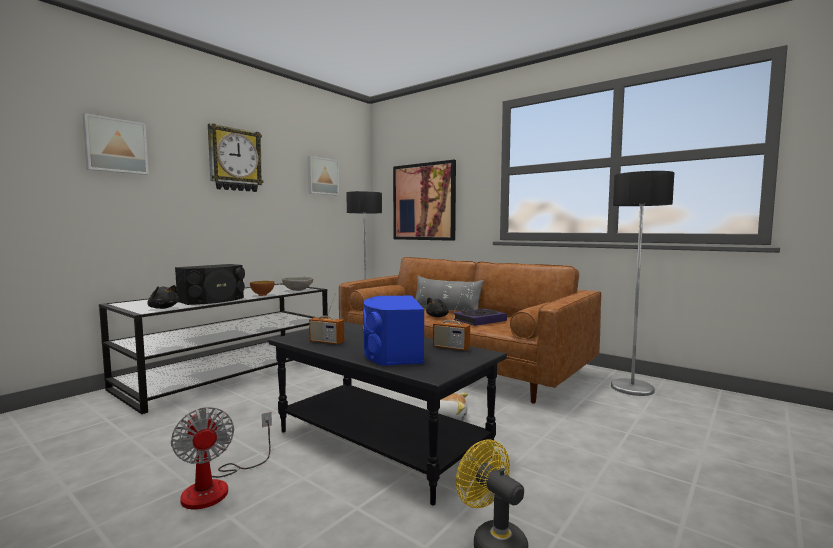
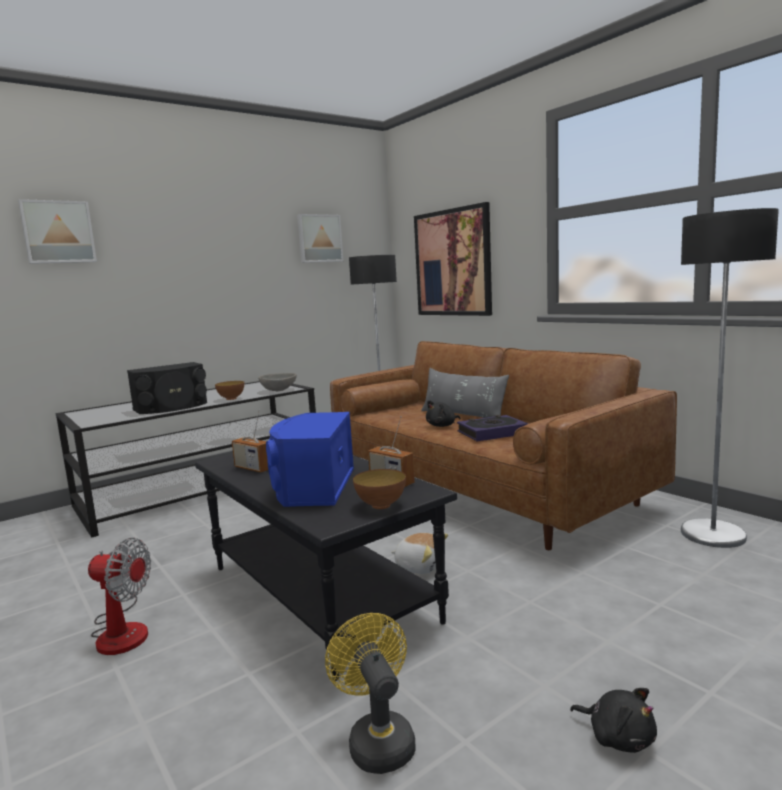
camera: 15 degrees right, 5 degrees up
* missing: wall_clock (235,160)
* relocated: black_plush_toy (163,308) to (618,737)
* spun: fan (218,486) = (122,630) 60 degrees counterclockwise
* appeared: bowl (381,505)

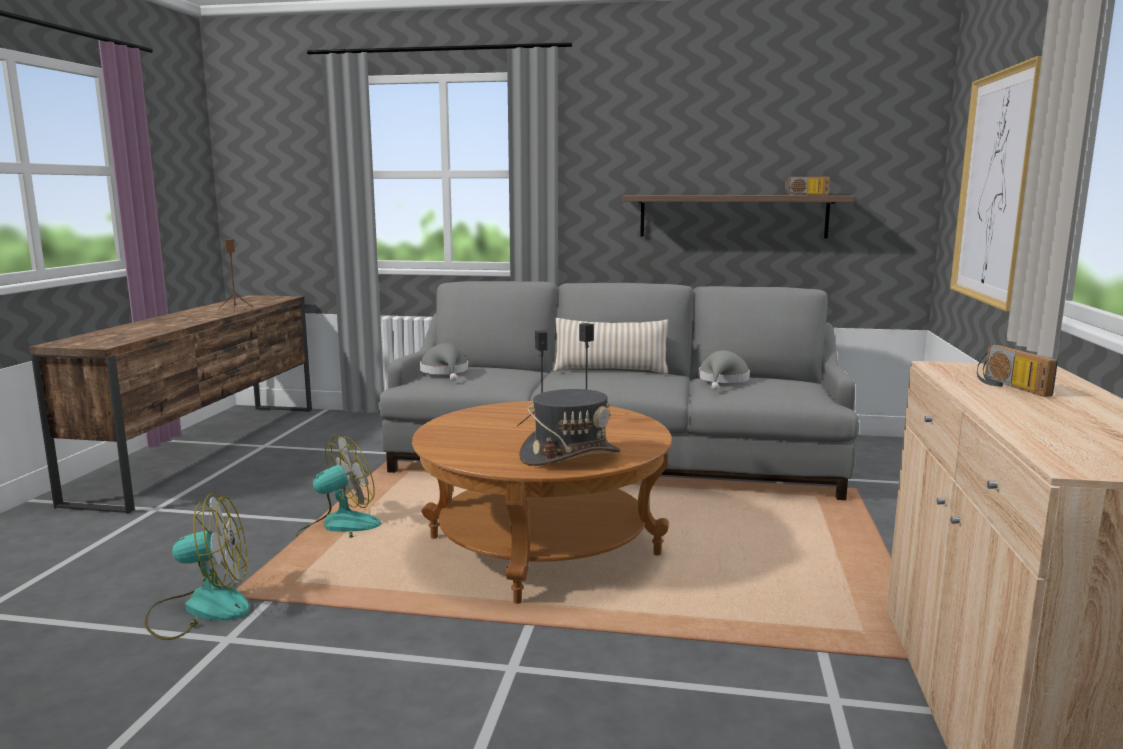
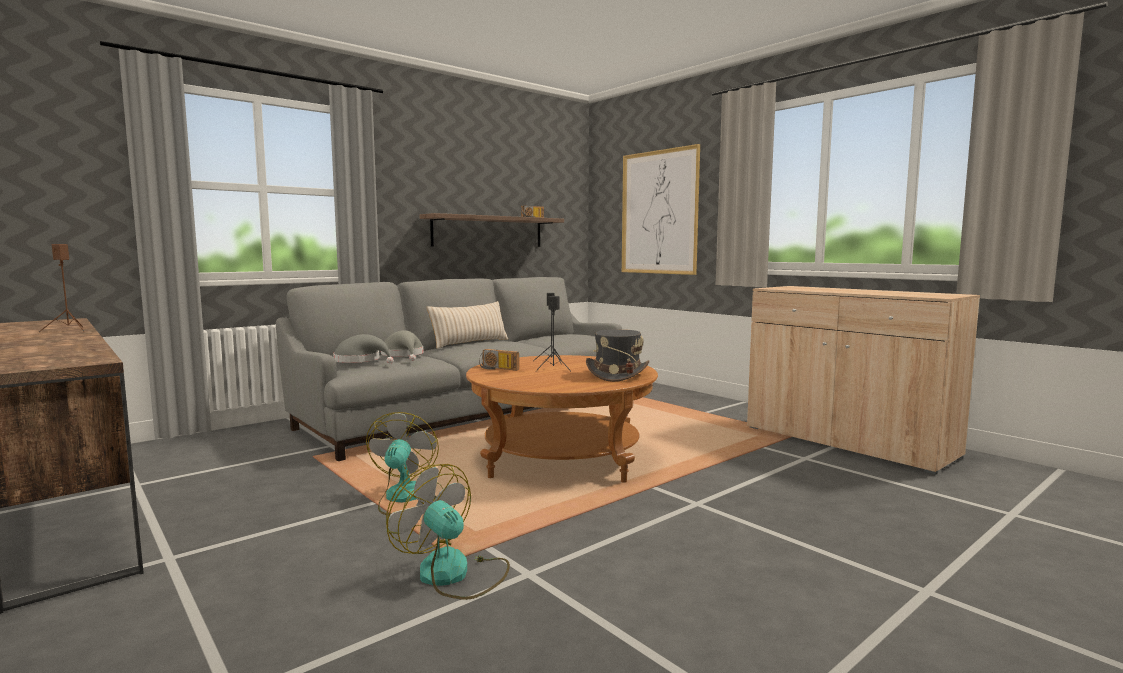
camera: 50 degrees left, 5 degrees down
* relocated: radio (1008,386) to (497,369)
* relocated: grey_hat (723,380) to (403,355)
* spun: fan (201,608) = (454,574) 75 degrees counterclockwise

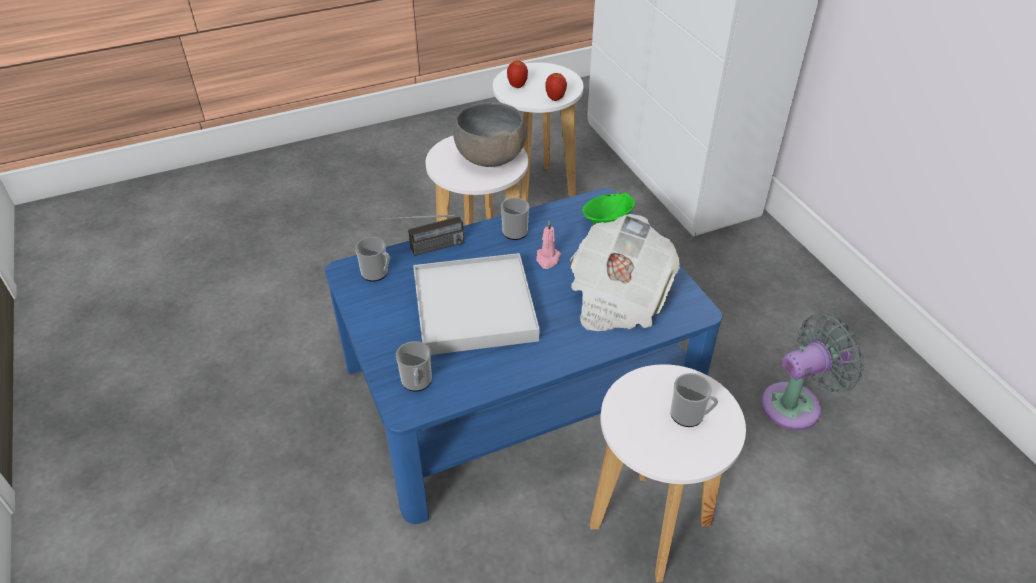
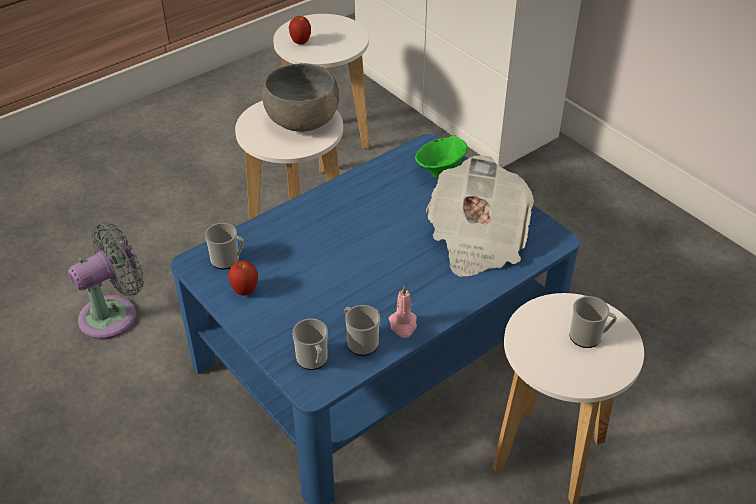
camera: 15 degrees left, 0 degrees up
* relocated: apple (555,98) to (245,291)
* relocated: mug (513,230) to (360,342)
* missing: radio (424,250)
* relocated: pink_candle (547,259) to (403,325)
* missing: white_tray (474,308)
* relocated: grey_fan (796,404) to (114,315)

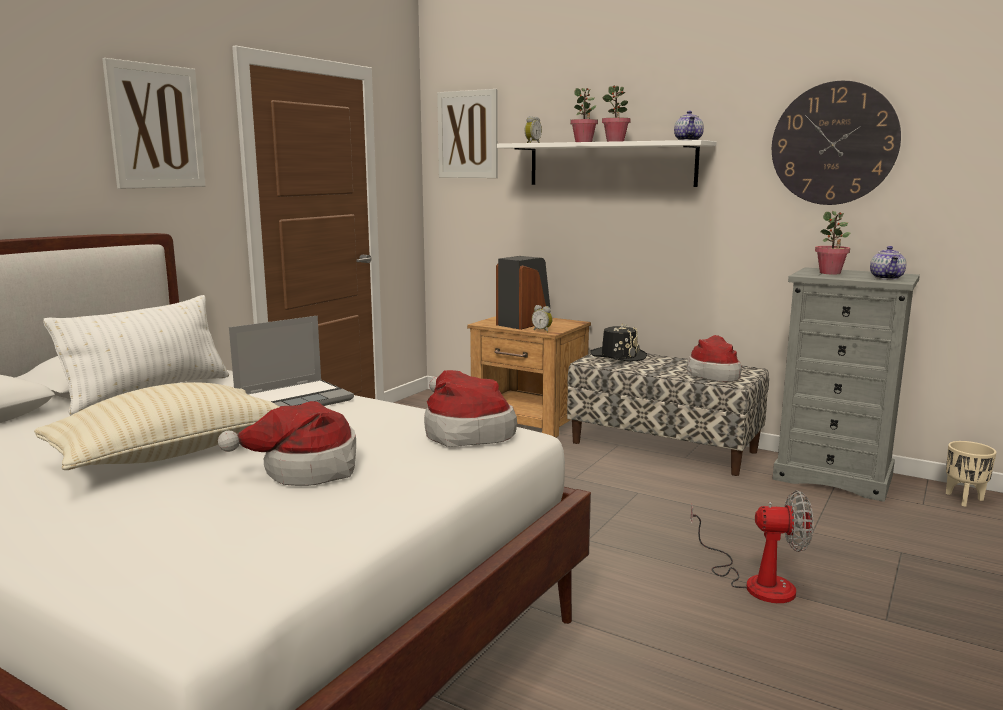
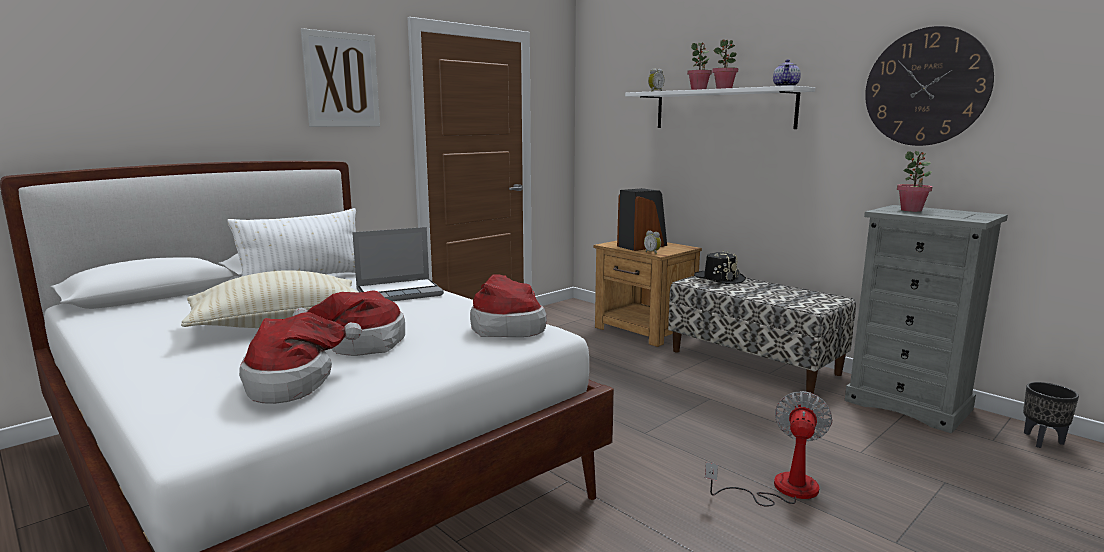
camera: 15 degrees right, 0 degrees up
* missing: picture (468,134)
* missing: teapot (887,278)
* relocated: hat (714,374) to (294,382)
* colour: beige_planter (964,499) to black_planter (1042,441)
* spun: fan (756,582) = (781,489) 90 degrees counterclockwise

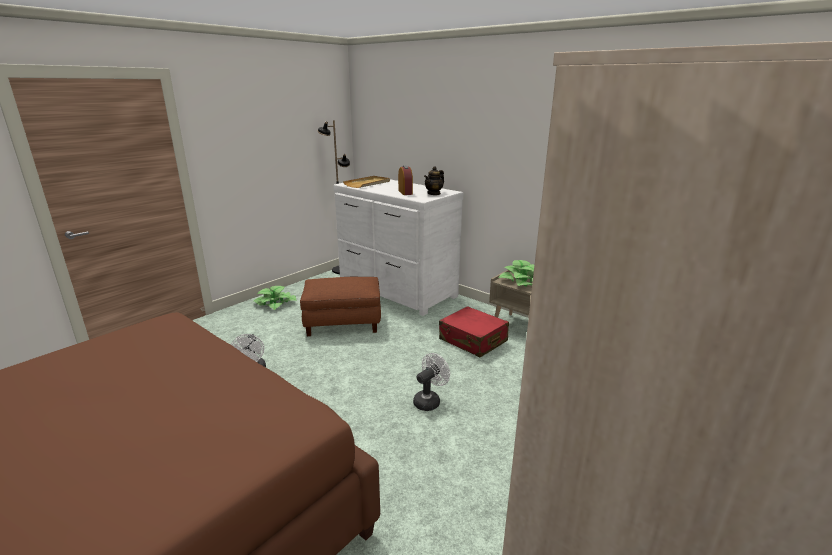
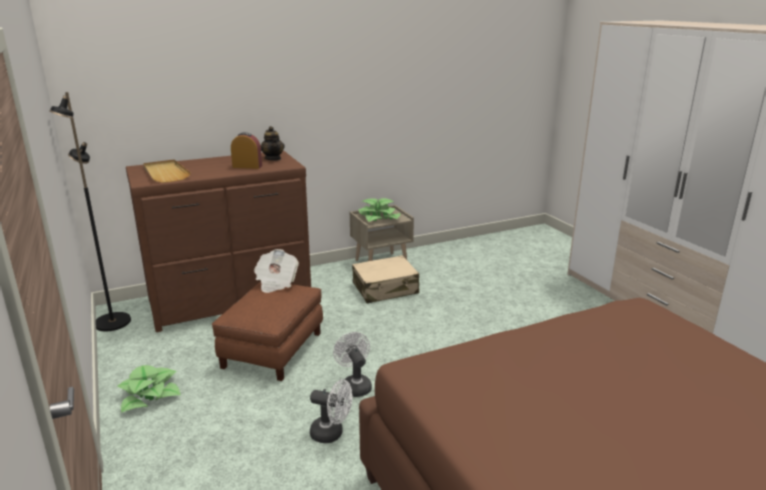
camera: 65 degrees left, 0 degrees up
* colour: white_dresser (396,290) to brown_dresser (231,300)
* colour: red_suitcase (473,340) to beige_suitcase (385,289)
* relocated: white_fan (429,400) to (355,385)
* appeared: newspaper (276,282)

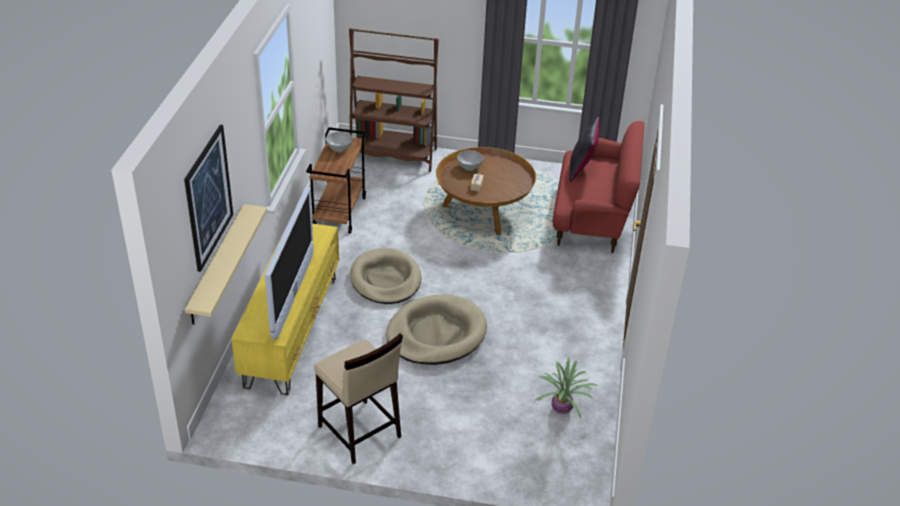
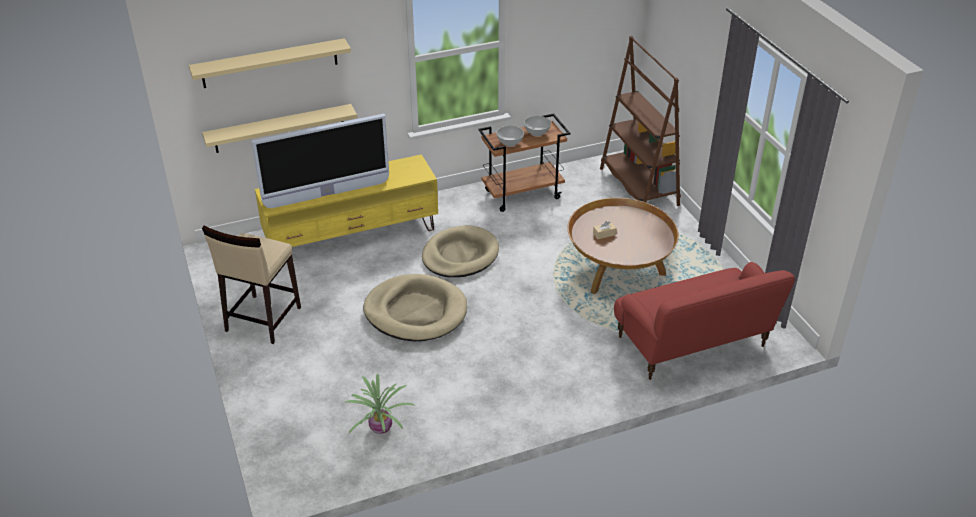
camera: 60 degrees right, 0 degrees up
* missing: black_pillow (581,168)
* exchanged: picture (208,197) to beige_shelf (270,63)
* relocated: white_bowl (469,167) to (509,143)

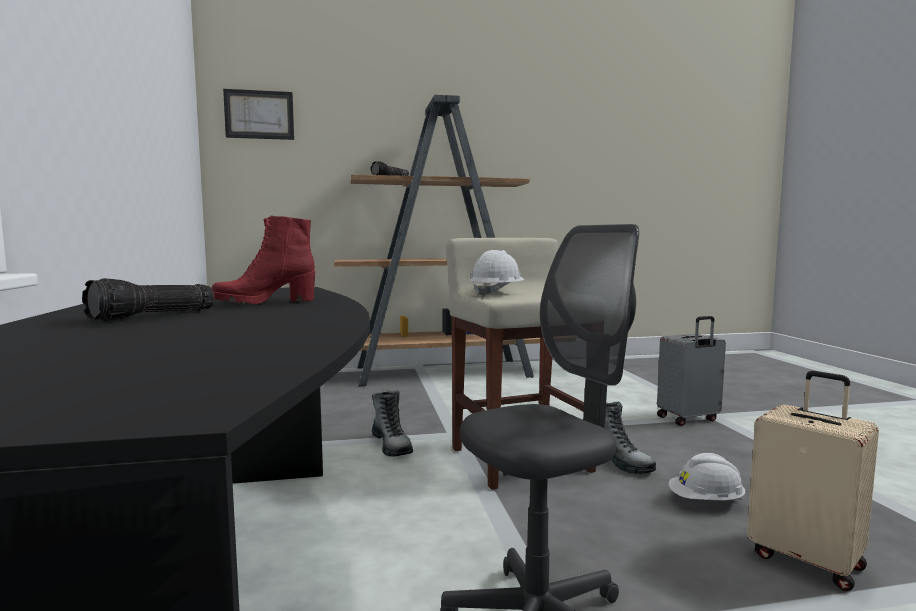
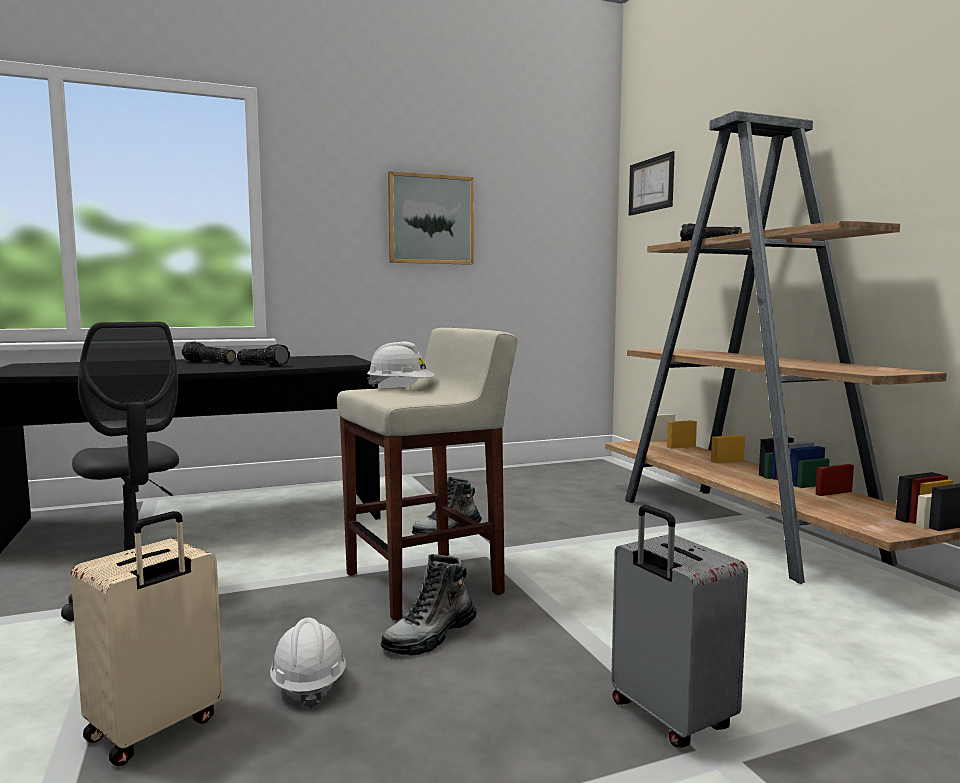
camera: 80 degrees right, 0 degrees up
* exchanged: red_boot (264,302) to flashlight (263,364)
* appeared: picture (430,219)

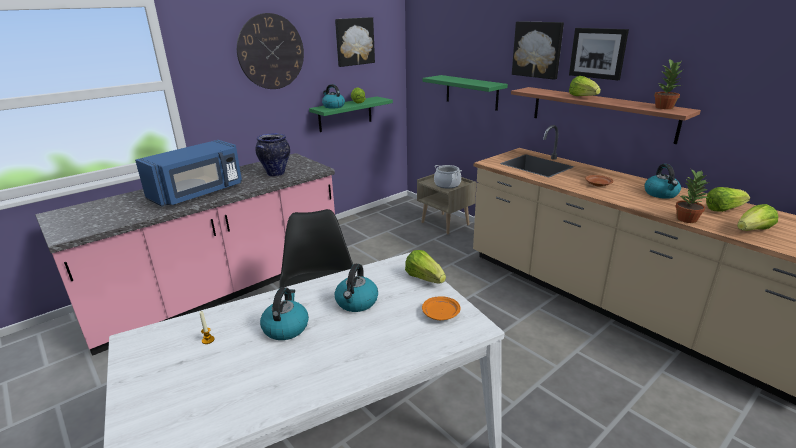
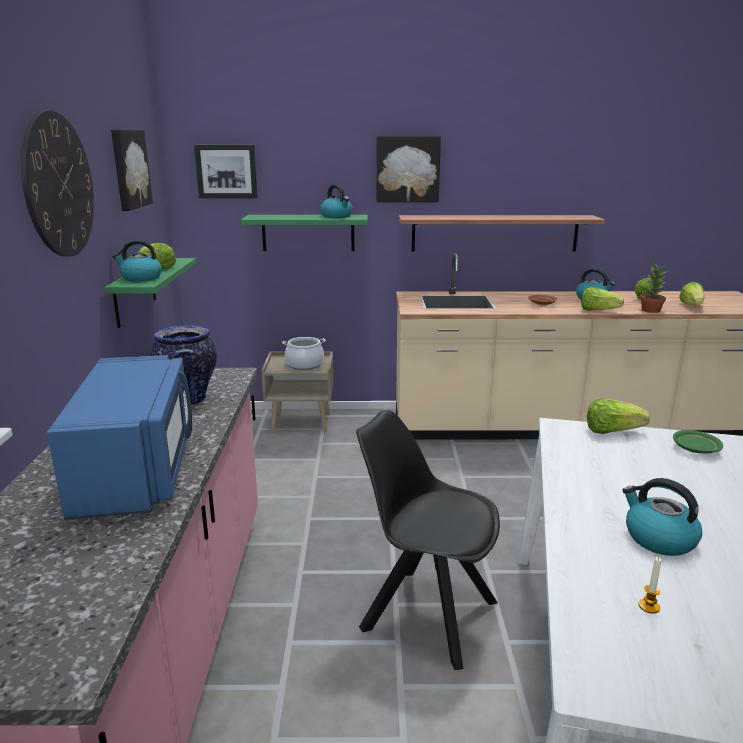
camera: 50 degrees left, 5 degrees down
* relocated: picture (598,53) to (226,171)
* missing: potted_plant (664,107)
* relocated: lettuce (583,97) to (598,311)
* relocated: kettle (357,302) to (337,216)
* colour: orange_plate (441,313) to green_plate (695,448)

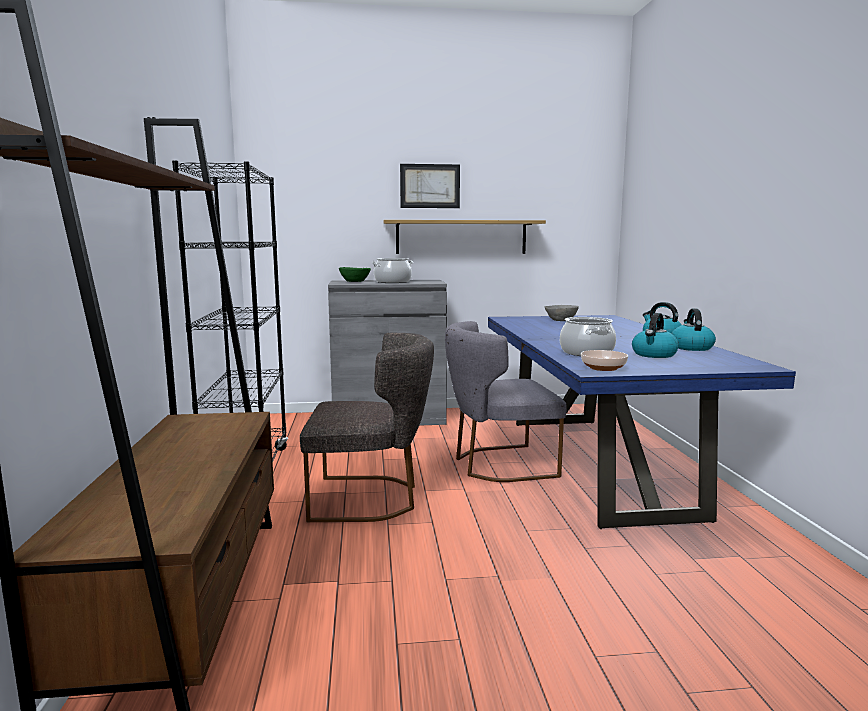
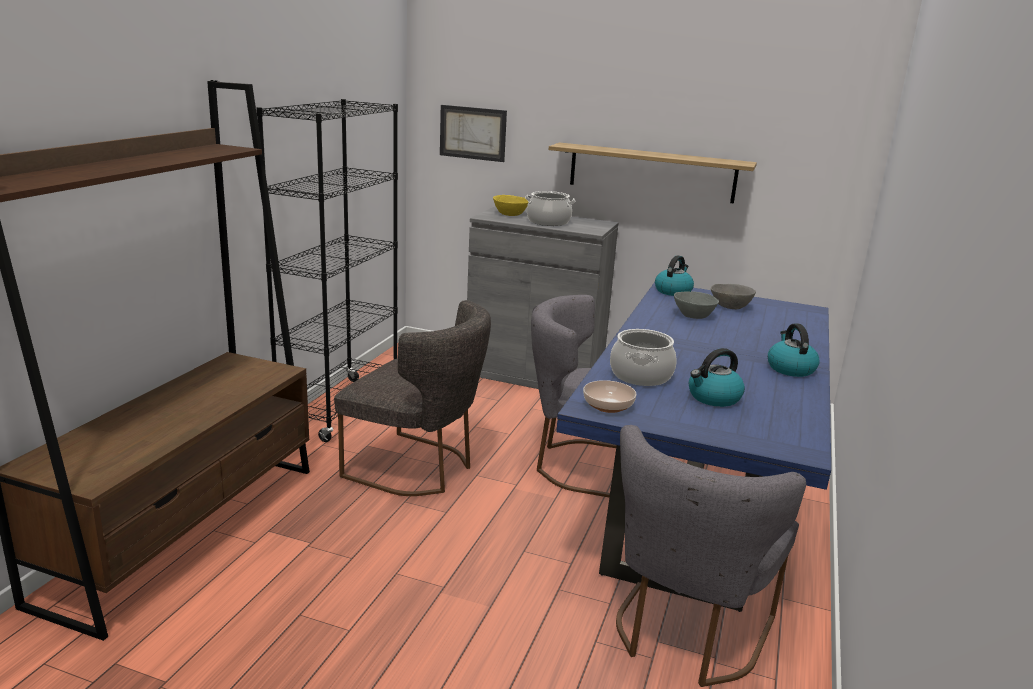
camera: 25 degrees right, 10 degrees up
* relocated: picture (430,186) to (473,133)
* colour: green_bowl (355,281) to yellow_bowl (510,214)
* relocated: kettle (691,347) to (673,291)
* appeared: grey_bowl (694,316)
* appeared: grey_chair (685,634)

